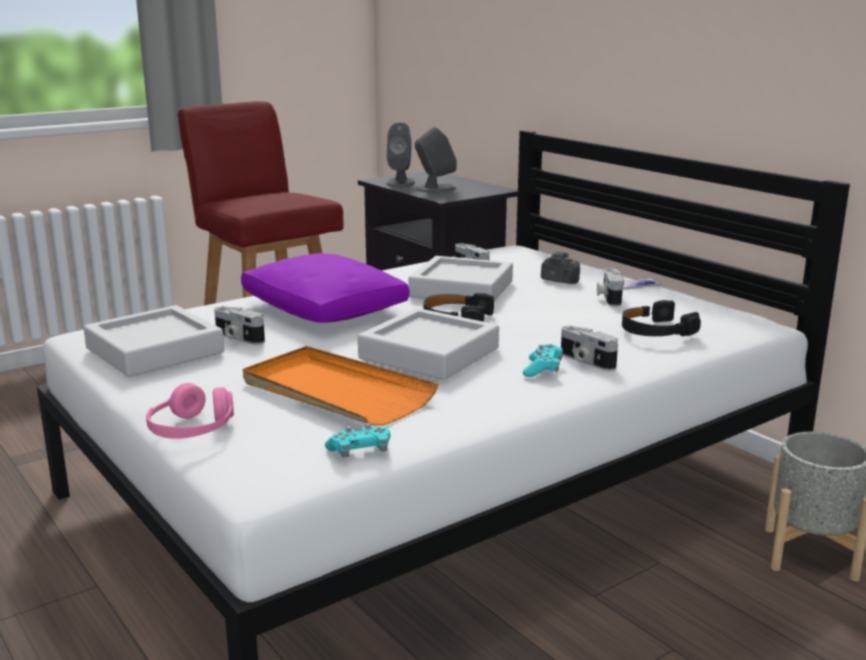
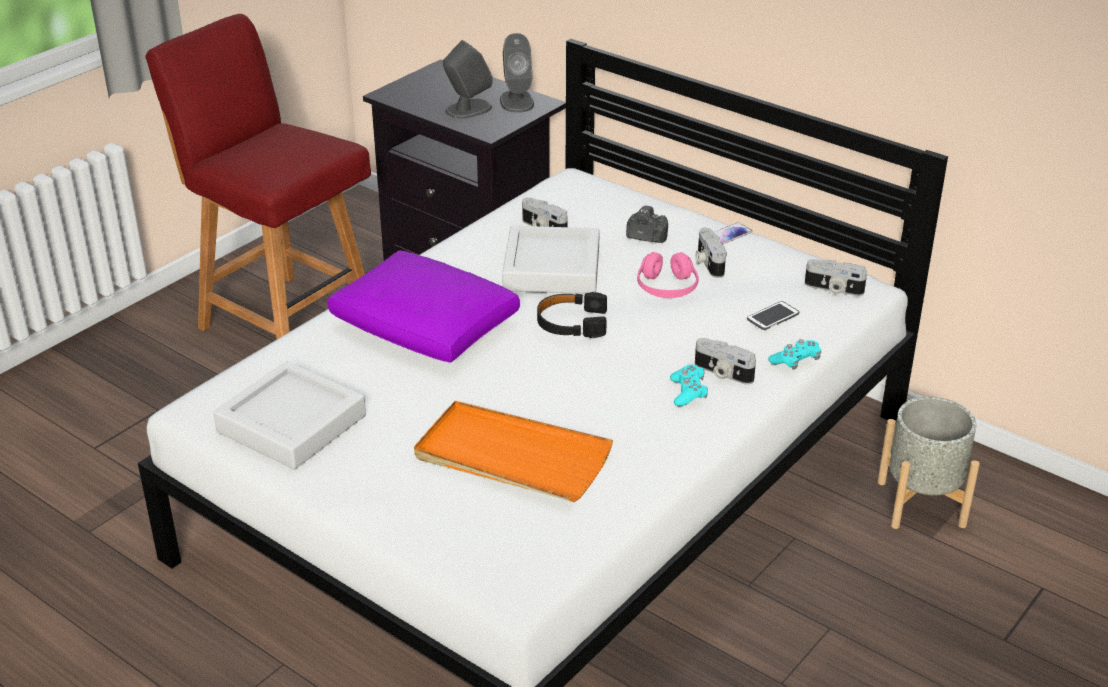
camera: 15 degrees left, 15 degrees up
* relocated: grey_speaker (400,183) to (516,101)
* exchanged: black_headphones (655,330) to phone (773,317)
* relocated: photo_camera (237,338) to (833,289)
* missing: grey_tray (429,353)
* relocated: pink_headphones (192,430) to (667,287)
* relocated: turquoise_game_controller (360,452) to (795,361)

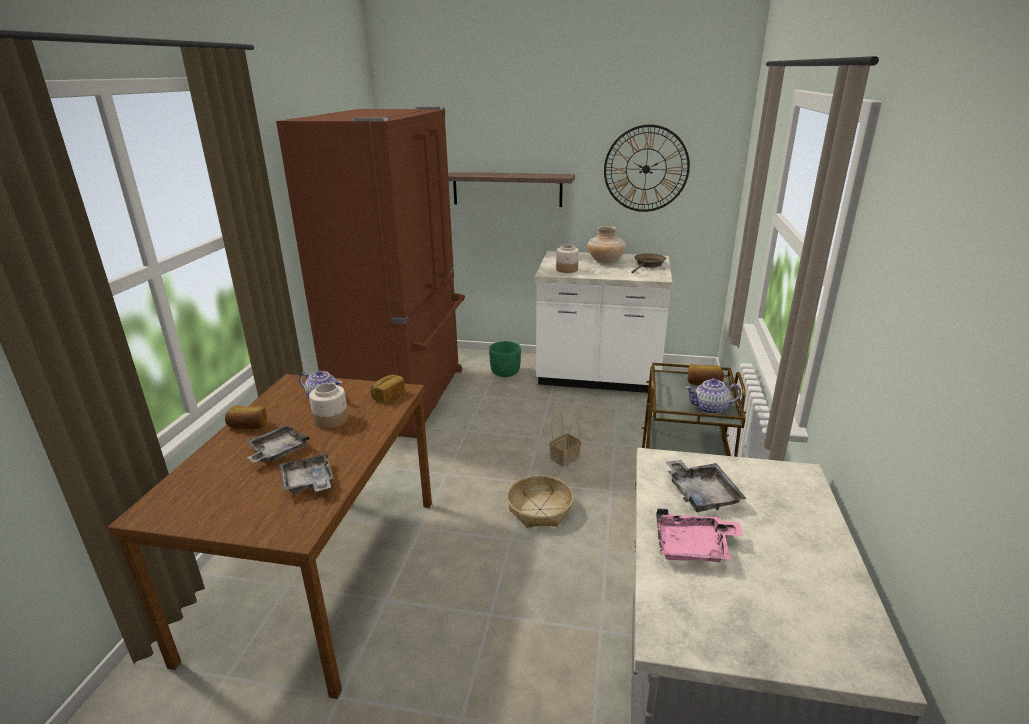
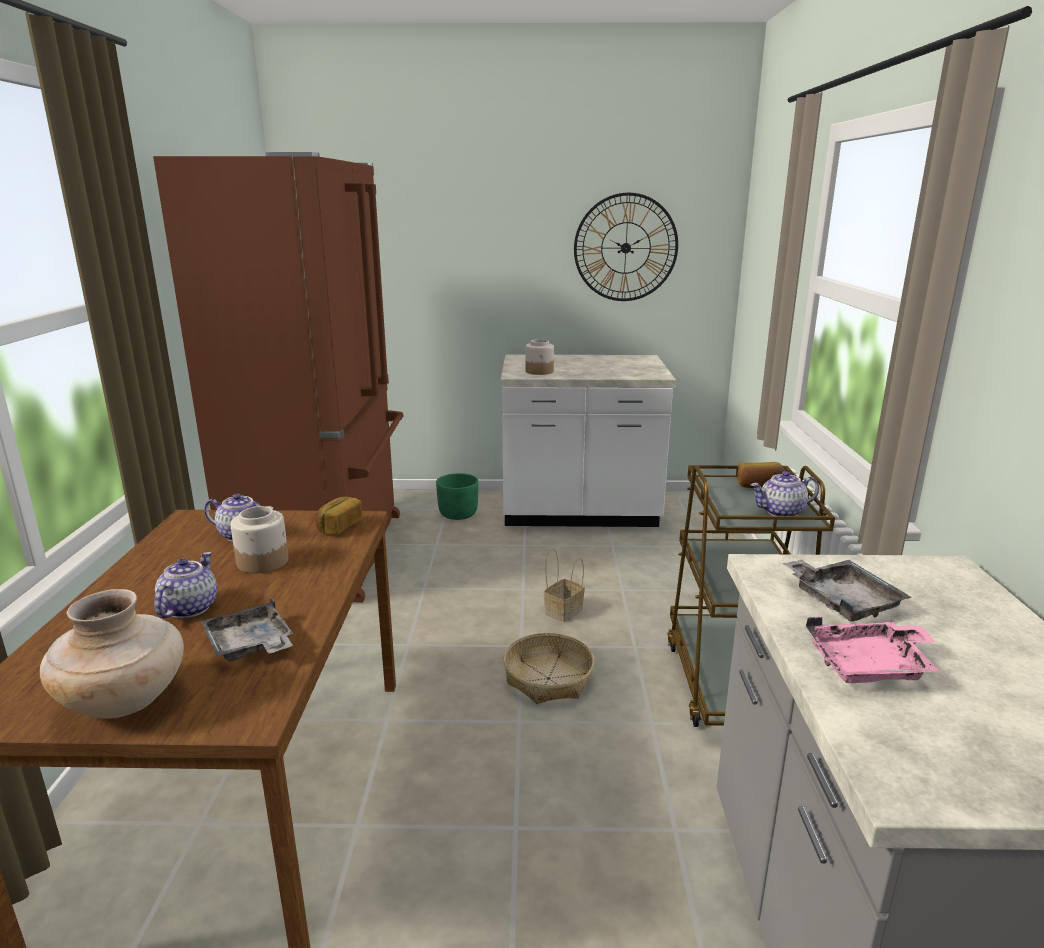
camera: 10 degrees left, 5 degrees down
* missing: shelf (507,189)
* relocated: beige_vase (605,262) to (125,701)
* missing: brown_frying_pan (648,265)
* missing: bread (248,426)
* exchanged: grey_tray (277,451) to teapot (189,608)

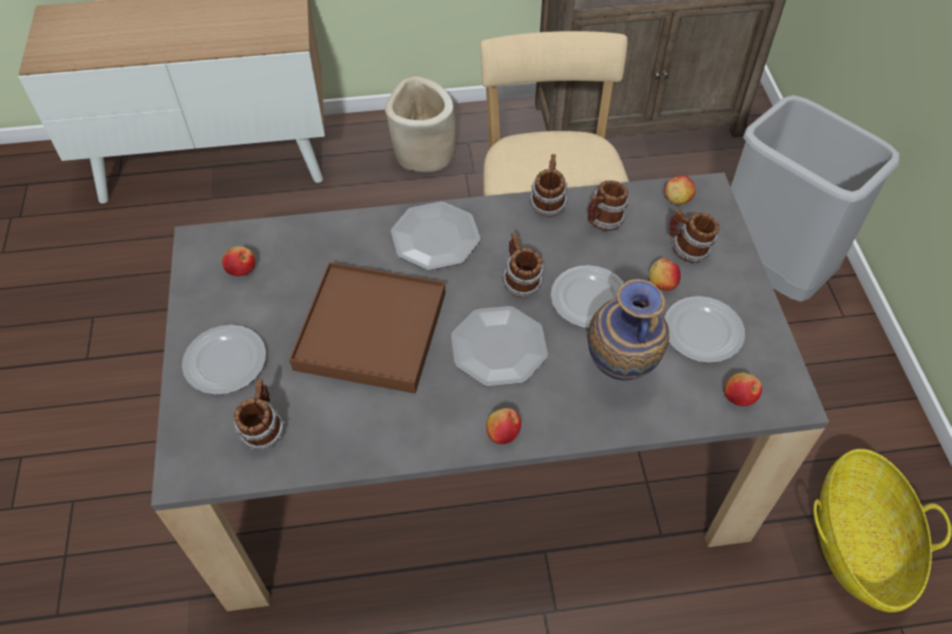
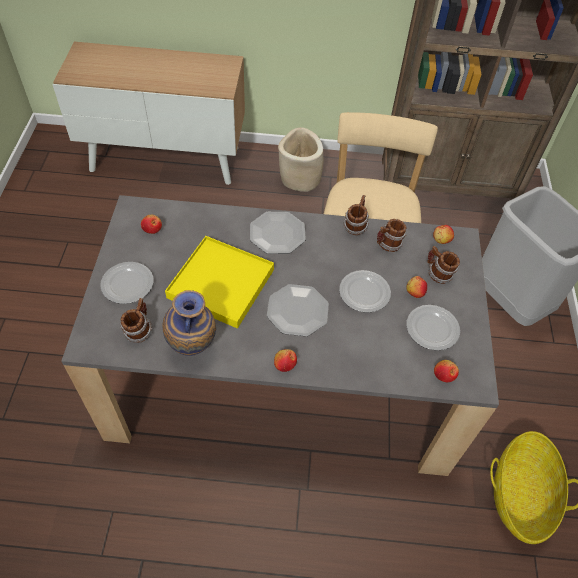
camera: 10 degrees right, 0 degrees up
* missing: mug (520,282)
* colour: brown_tray (370,331) to yellow_tray (220,284)
* relocated: vase (620,371) to (193,348)

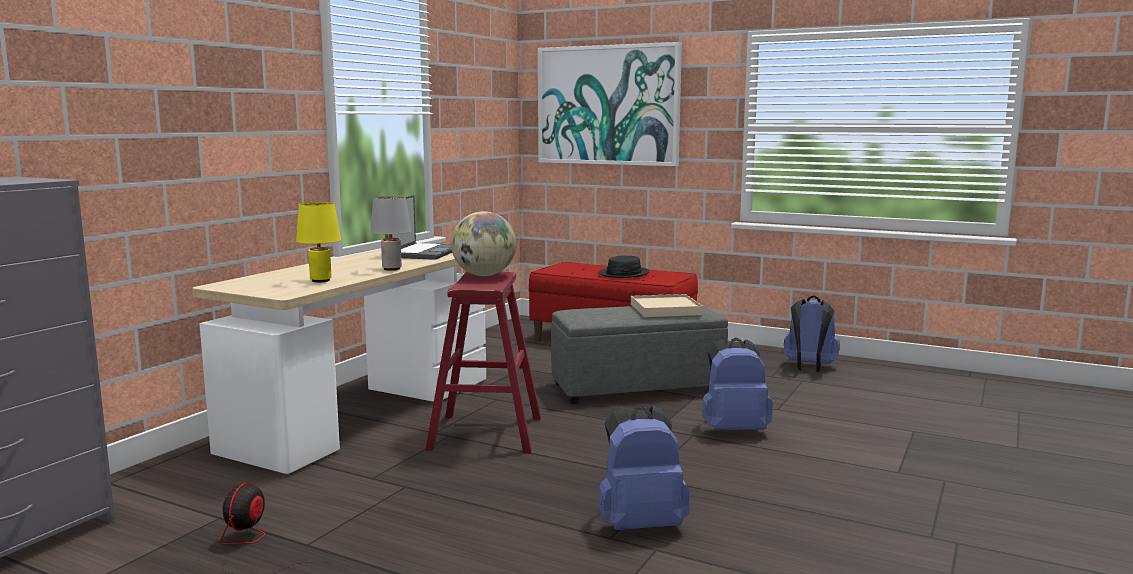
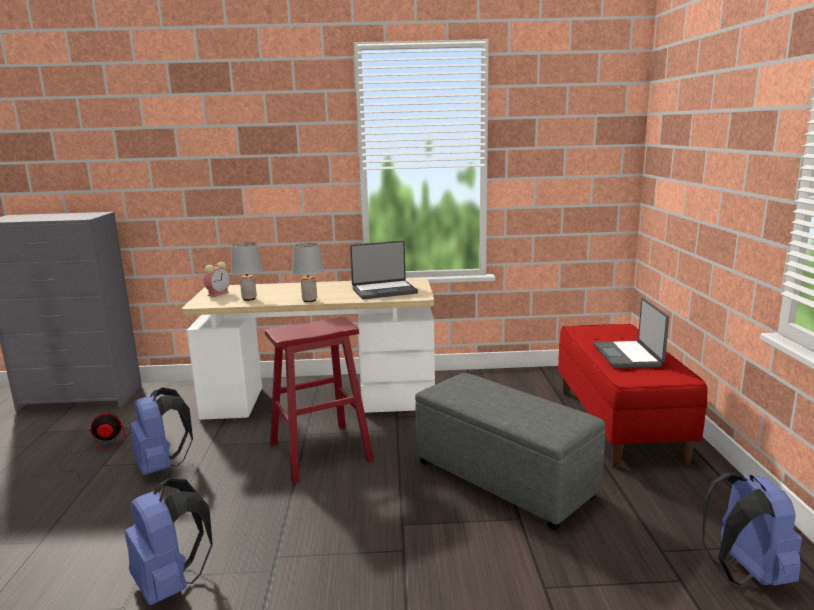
camera: 60 degrees right, 5 degrees up
* missing: picture (608,105)
* colour: yellow_table_lamp (320,280) to grey_table_lamp (249,298)
* missing: globe (484,275)
* exchanged: black_hat (624,273) to laptop (628,355)
* missing: beige_tray (665,309)
* relocated: blue_backpack (734,430) to (162,466)
* appeared: alarm_clock (219,293)

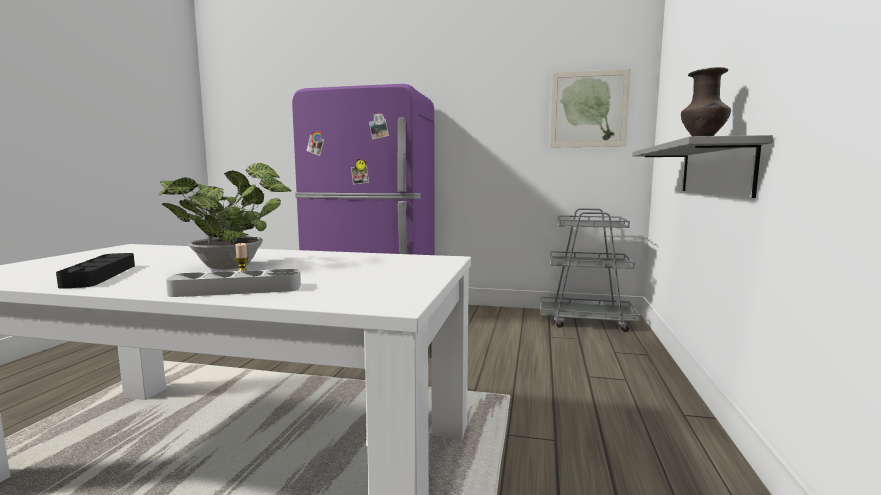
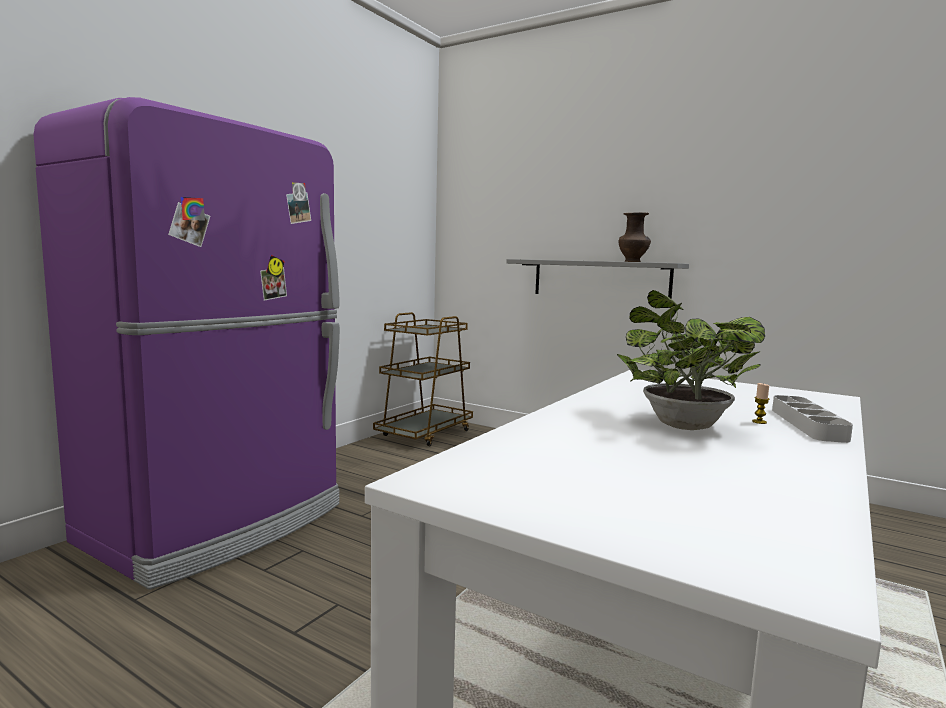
camera: 70 degrees left, 0 degrees up
* missing: picture (588,109)
* colour: grey_cart (586,321) to brown_cart (425,433)
* missing: black_tray (100,275)

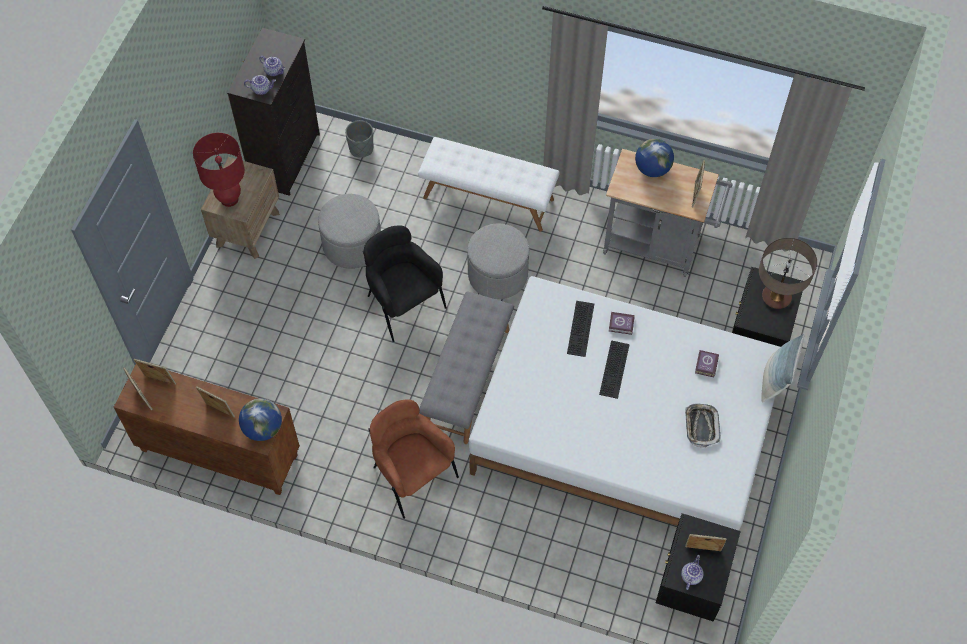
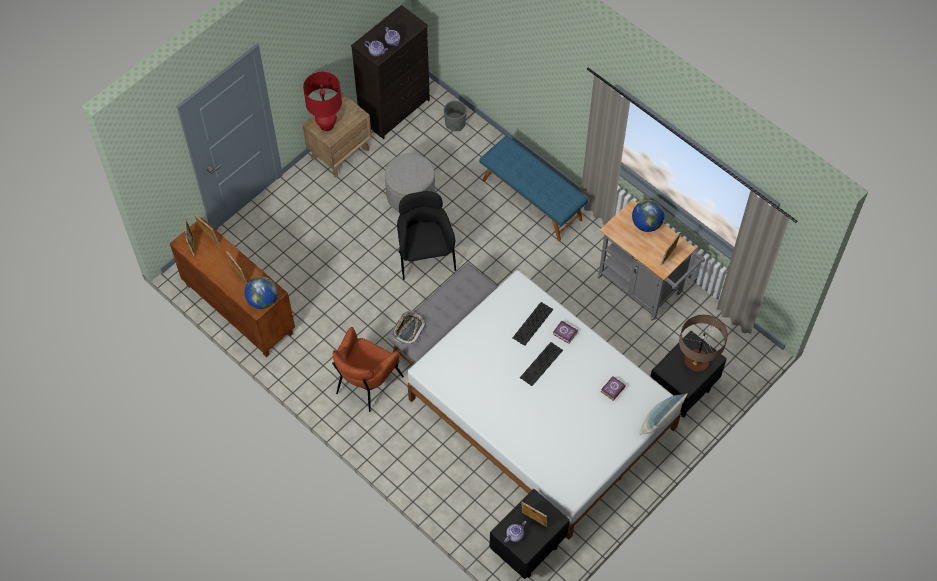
camera: 25 degrees right, 0 degrees up
* colour: white_bench (488,198) to blue_bench (532,199)
* missing: grey_ottoman (498,274)
* spun: brown_armchair (412,475) = (366,383) 135 degrees counterclockwise
* relocated: tray (701,426) to (408,329)

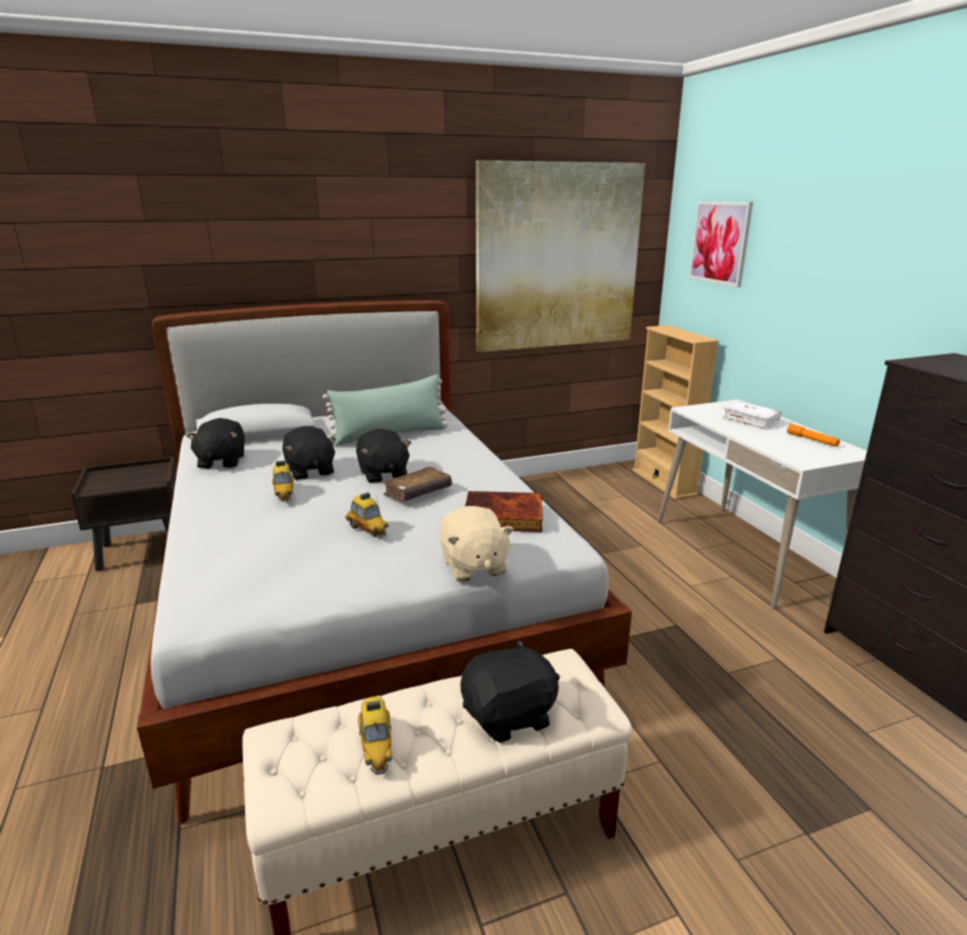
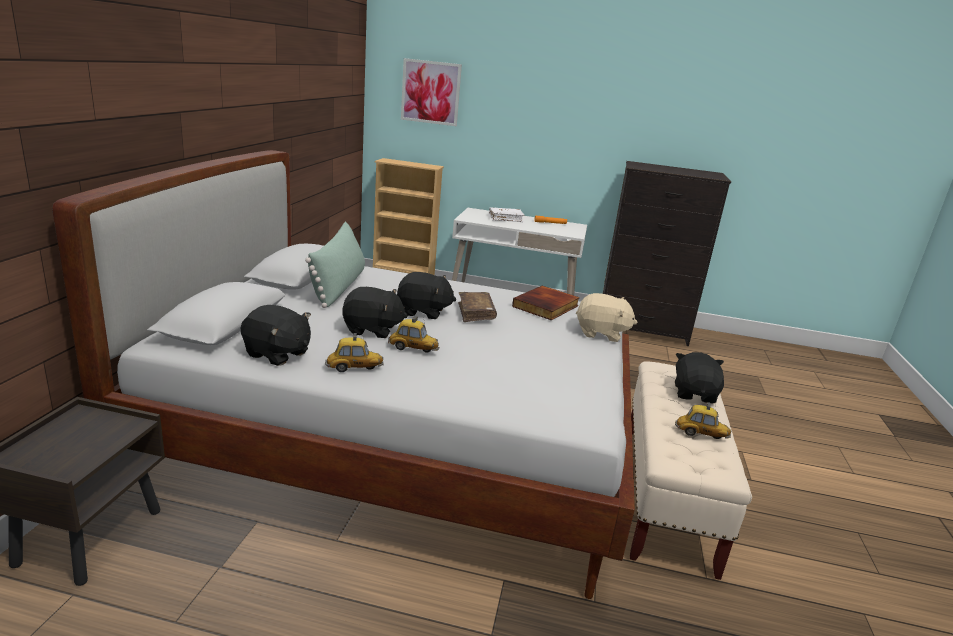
camera: 60 degrees left, 0 degrees up
* missing: picture (557,257)
* relocated: toy_car (367,530) to (354,368)

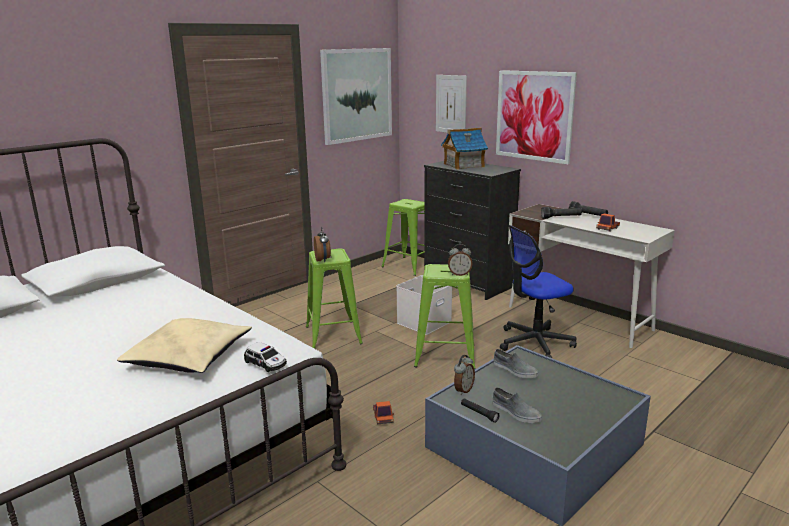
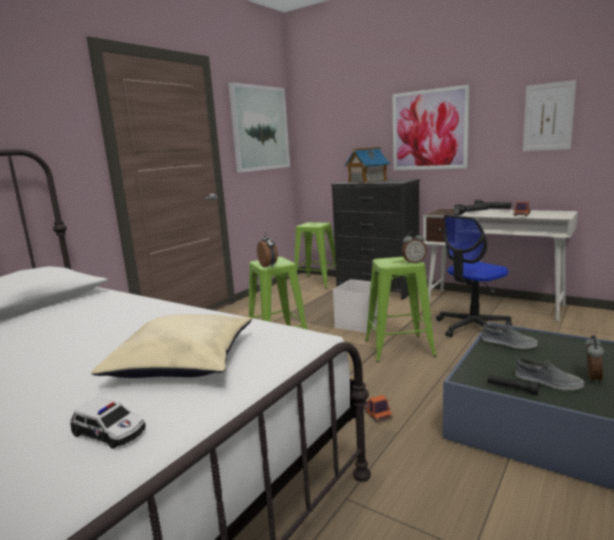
camera: 10 degrees left, 5 degrees down
* relocated: picture (451,104) to (548,117)
* relocated: toy_car (266,363) to (110,432)
* relocated: alarm_clock (463,390) to (591,378)

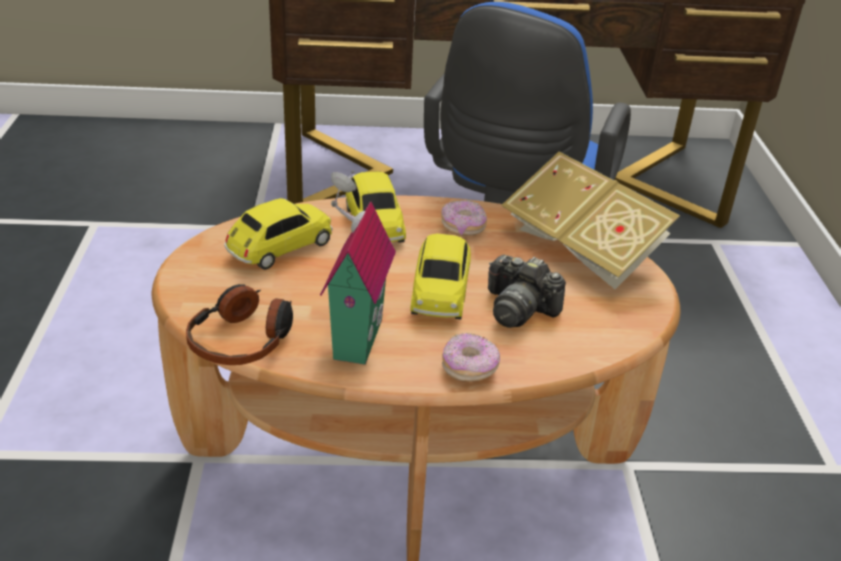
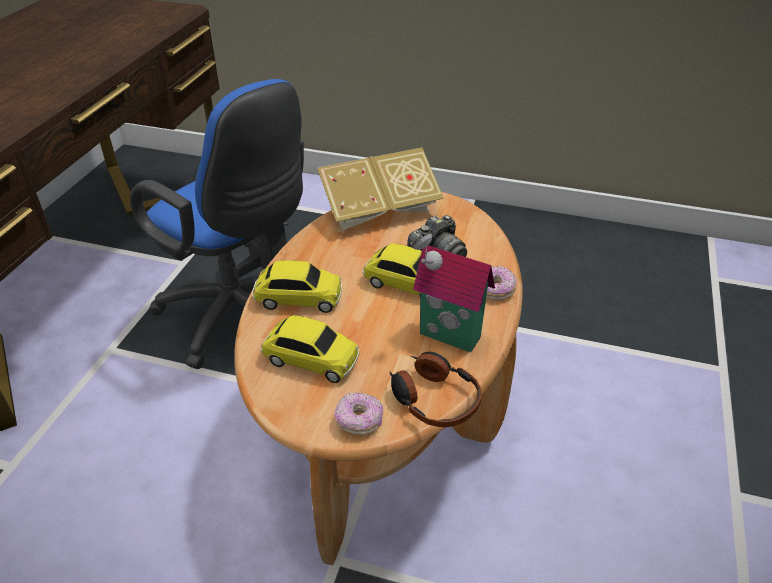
camera: 70 degrees left, 5 degrees up
* spun: toy_car (279,248) = (310,359) 135 degrees clockwise
* relocated: donut (463,227) to (359,421)

